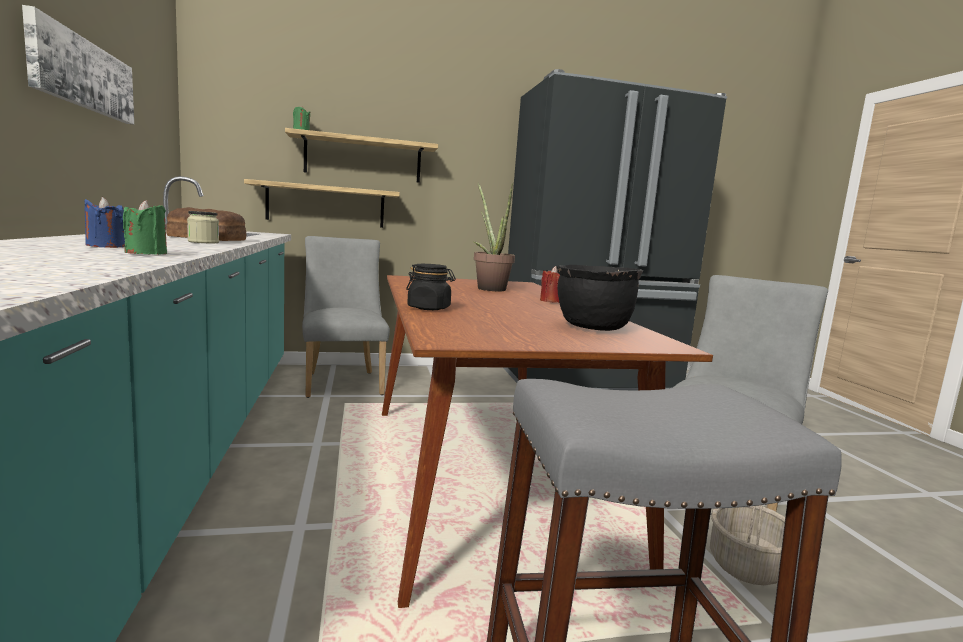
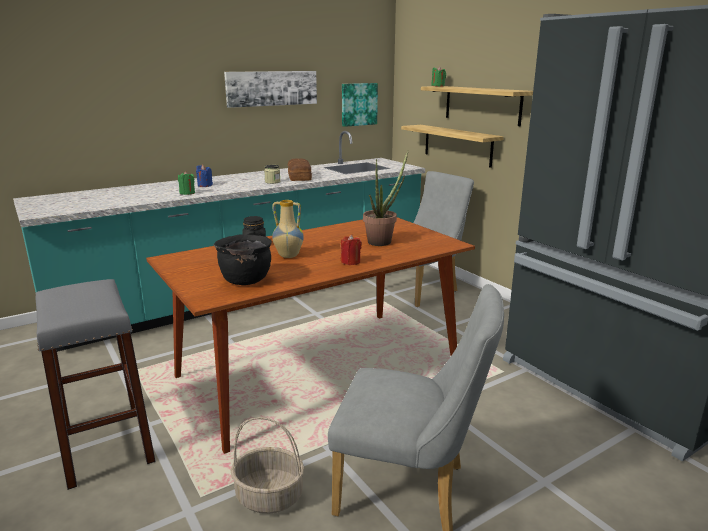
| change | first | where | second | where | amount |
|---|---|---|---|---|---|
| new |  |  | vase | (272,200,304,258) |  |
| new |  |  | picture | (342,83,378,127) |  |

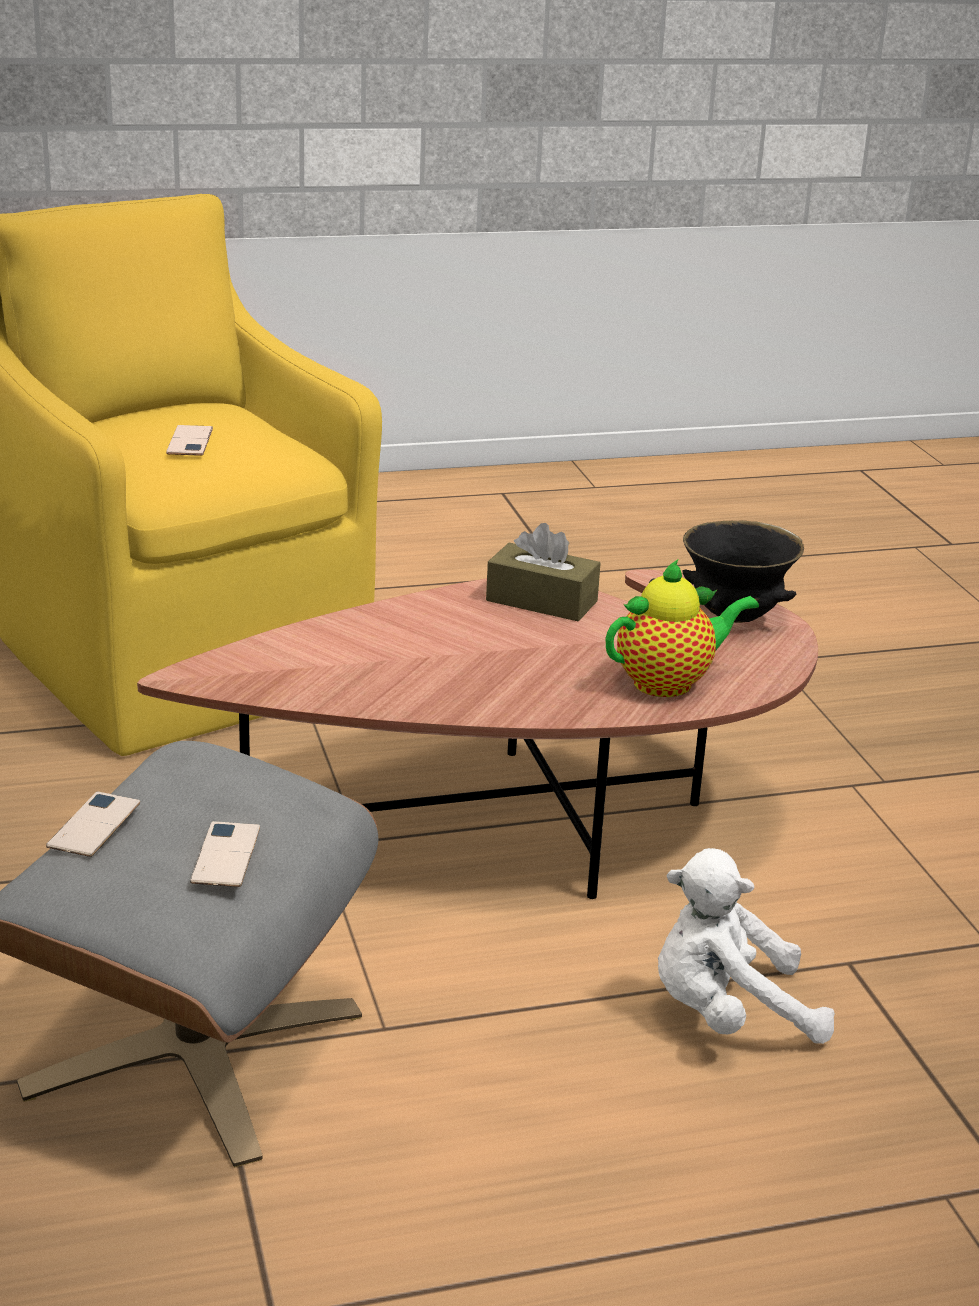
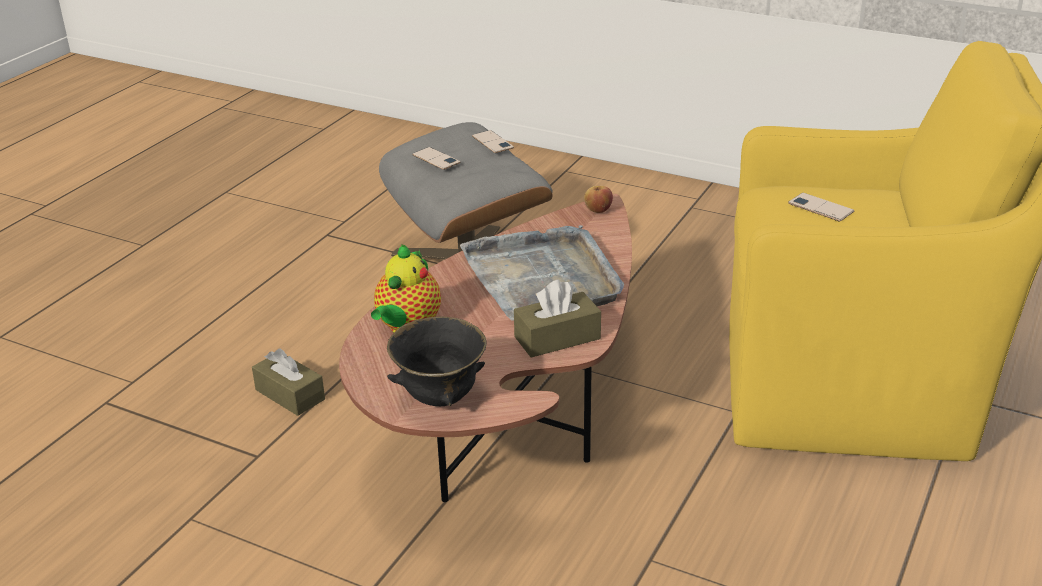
| change | first | where | second | where | amount |
|---|---|---|---|---|---|
| swapped | plush toy (white) | (658,848,835,1044) | tissue box (brown) | (252,348,325,416) |  |
| new |  |  | tray (grey) | (460,225,624,321) |  |
| new |  |  | apple | (584,186,613,213) |  |

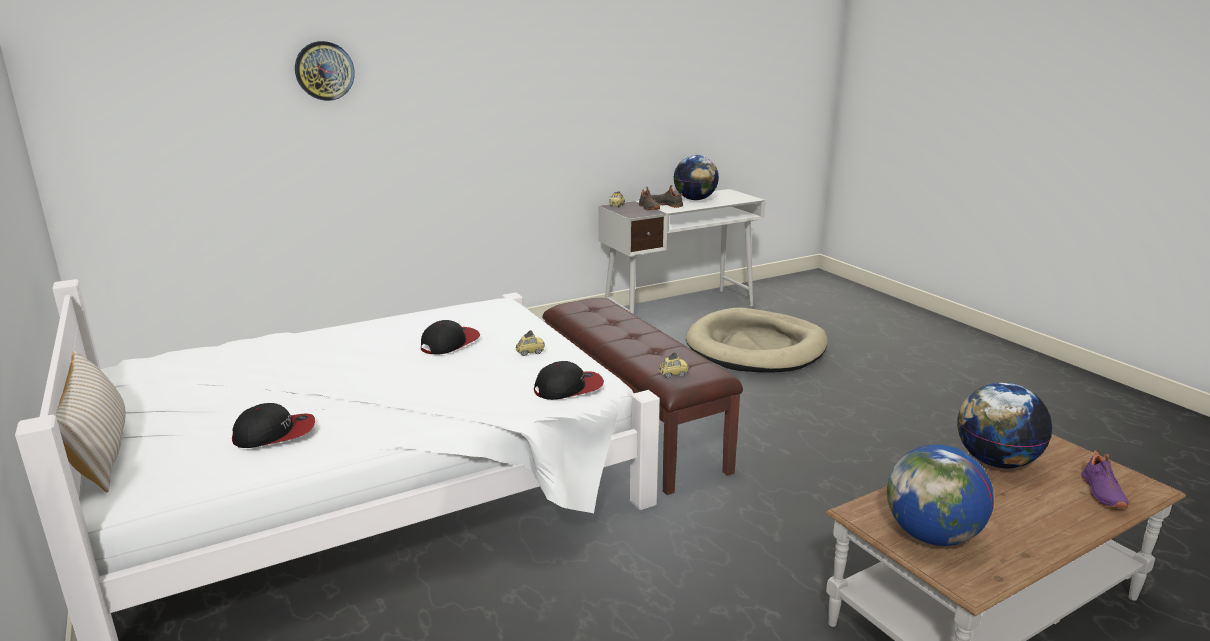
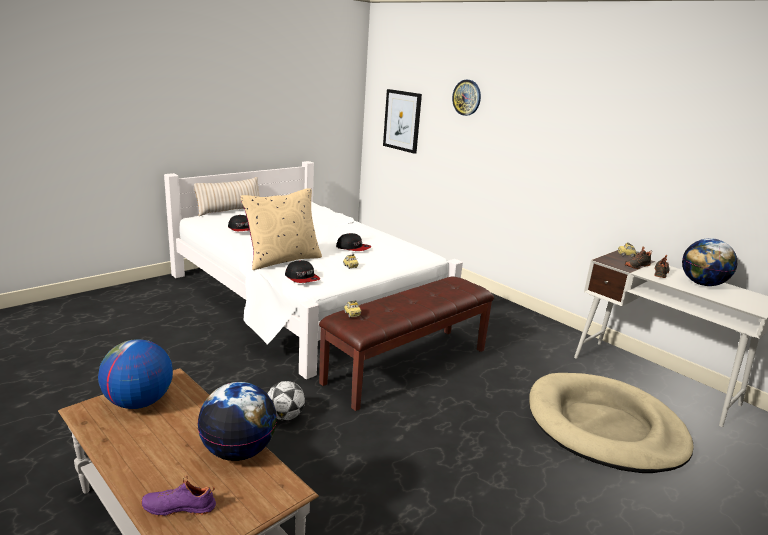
| change | first | where | second | where | amount |
|---|---|---|---|---|---|
| new |  |  | pillow (beige) | (240,188,322,270) |  |
| new |  |  | football | (268,381,305,420) |  |
| new |  |  | picture | (383,89,422,154) |  |

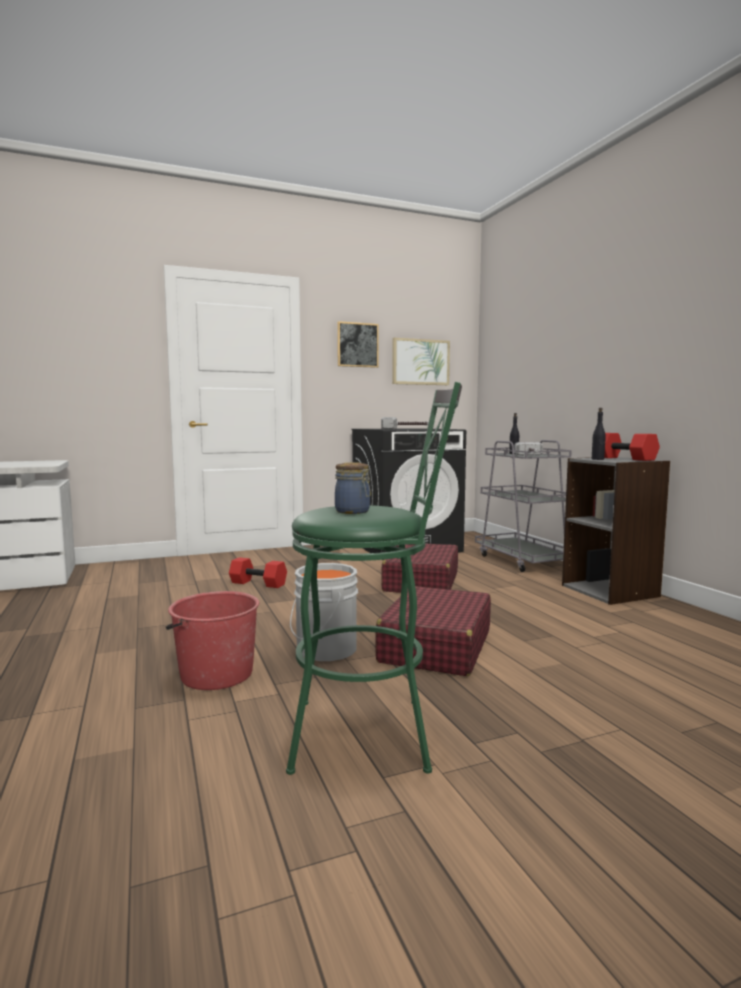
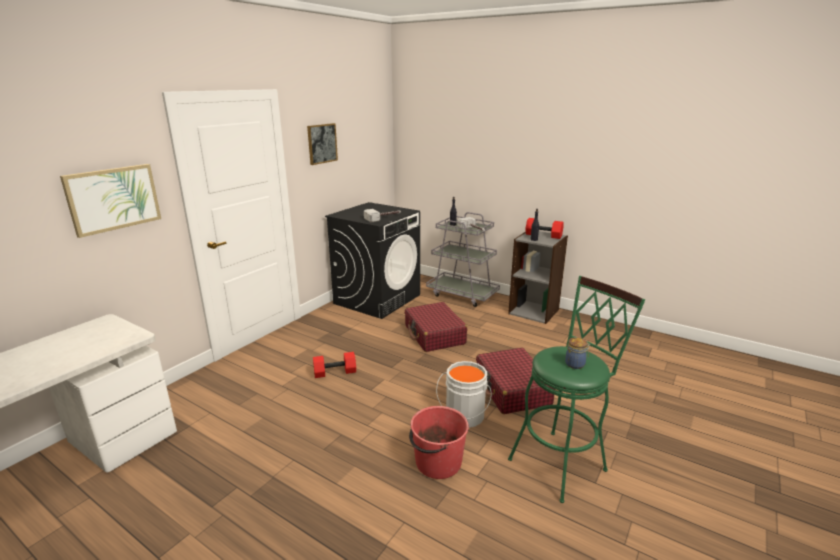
| change | first | where | second | where | amount |
|---|---|---|---|---|---|
| shifted | picture | (392,338,450,385) |  | (60,164,161,238) |  |

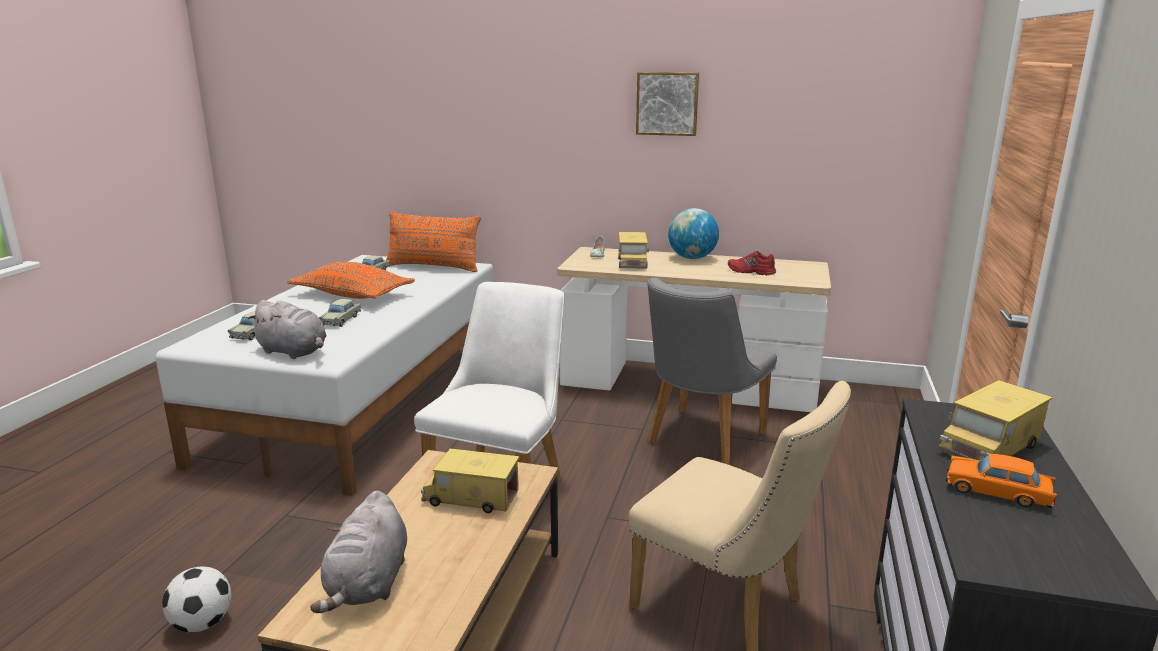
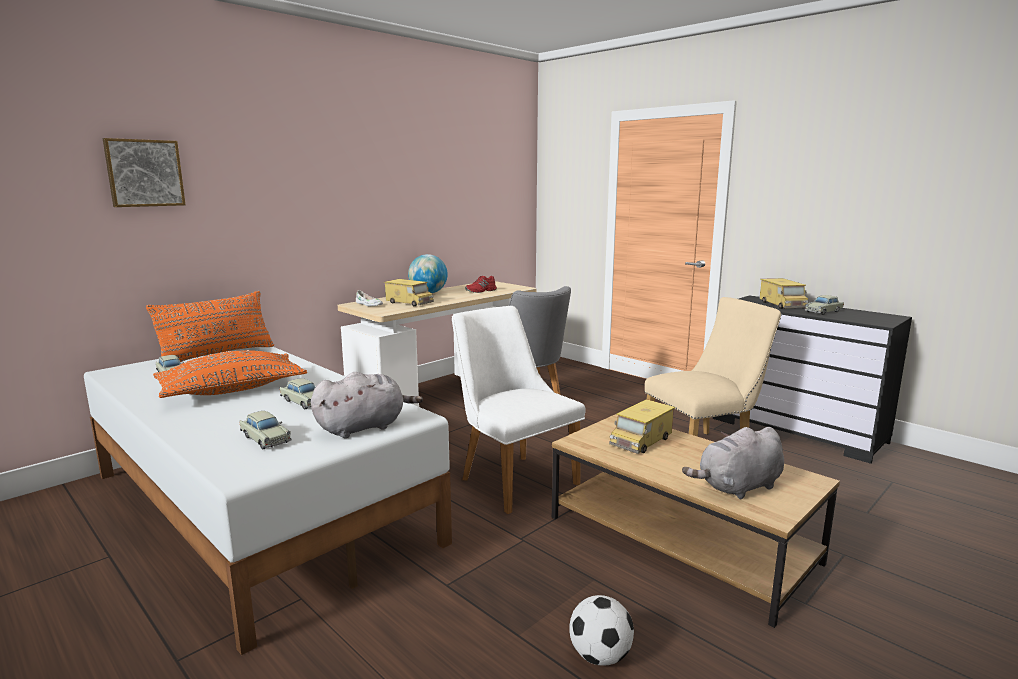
| change | first | where | second | where | amount |
|---|---|---|---|---|---|
| shifted | picture | (636,72,699,136) |  | (103,138,186,207) |  |
| rotated | plush toy (grey) | (310,491,407,613) |  | (682,427,784,499) | 120 degrees clockwise |
| repainted | toy car (orange) | (946,454,1057,509) | toy car (beige) | (805,295,844,315) |  |

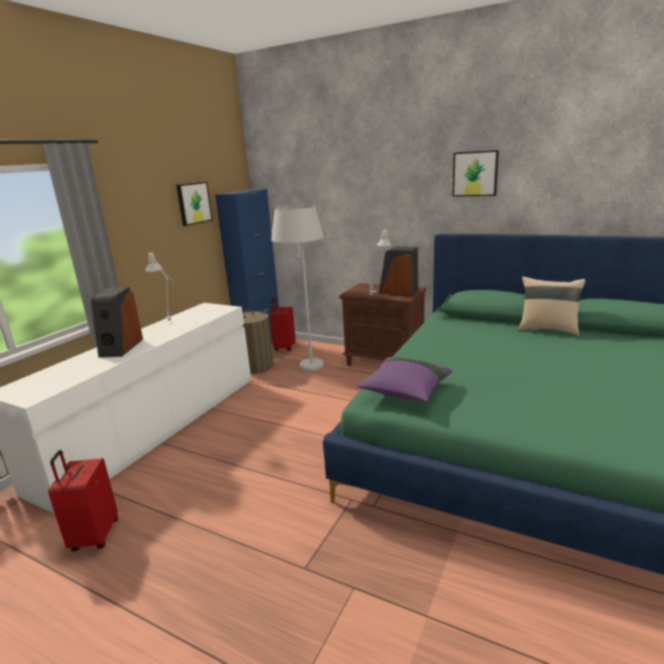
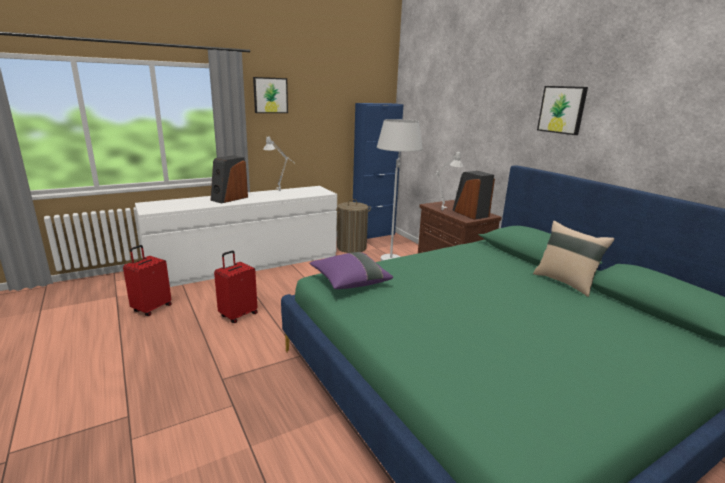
| change | first | where | second | where | amount |
|---|---|---|---|---|---|
| shifted | suitcase (red) | (270,298,295,351) |  | (214,251,257,323) |  |
| shifted | picture | (176,182,213,226) |  | (253,77,288,113) |  |

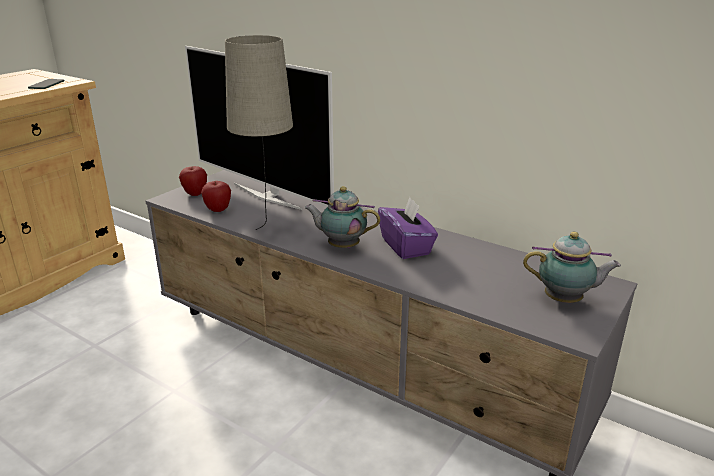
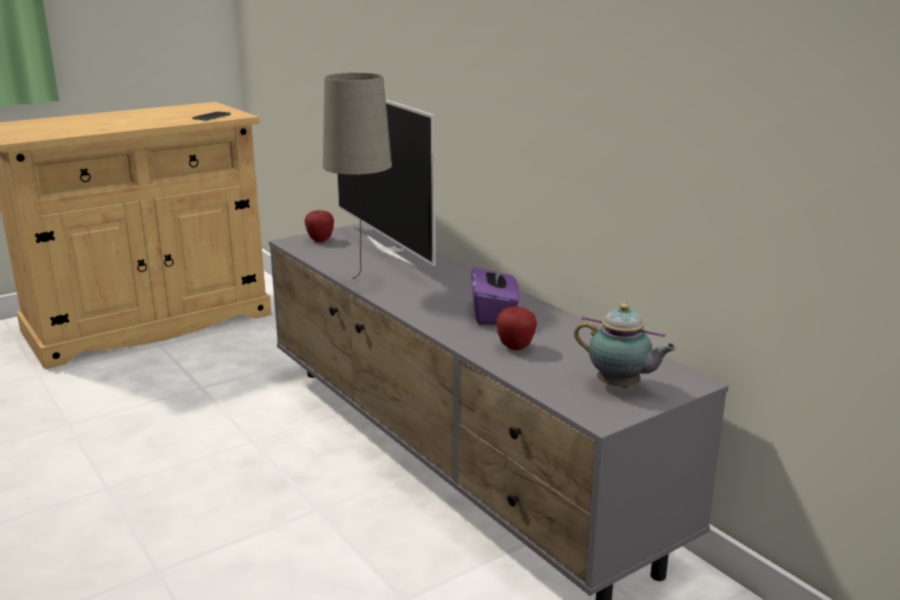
| change | first | where | second | where | amount |
|---|---|---|---|---|---|
| shifted | apple | (201,181,231,212) |  | (496,306,537,350) |  |
| gone | teapot | (305,186,380,248) |  |  |  |

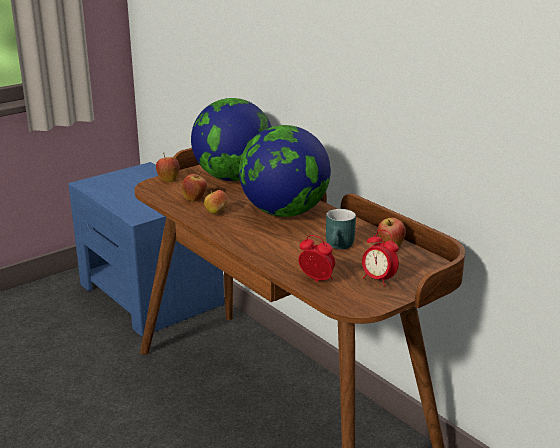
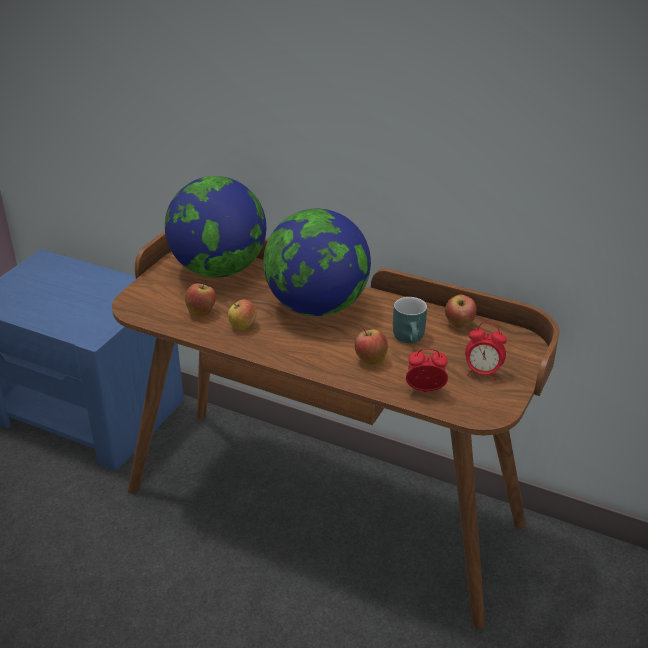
| change | first | where | second | where | amount |
|---|---|---|---|---|---|
| shifted | apple | (156,153,180,182) |  | (355,327,388,365) |  |

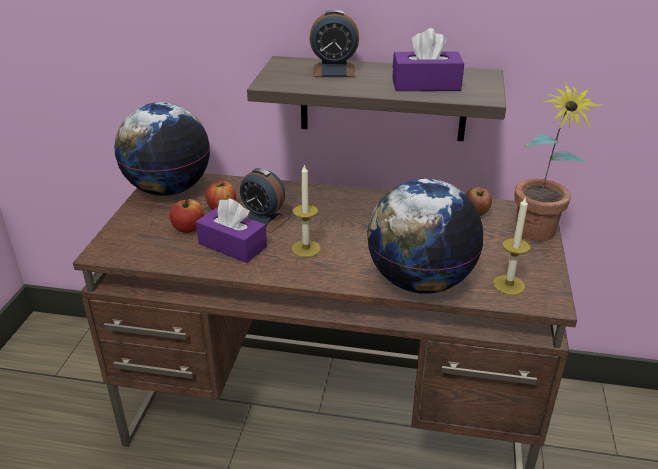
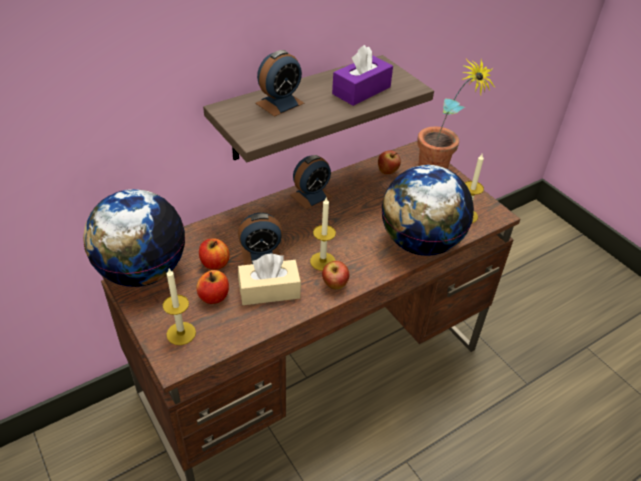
| change | first | where | second | where | amount |
|---|---|---|---|---|---|
| new |  |  | candle | (163,269,196,345) |  |
| repainted | tissue box (purple) | (196,198,267,263) | tissue box (beige) | (238,253,301,305) |  |
| new |  |  | alarm clock | (291,155,332,209) |  |
| new |  |  | apple | (322,261,349,289) |  |

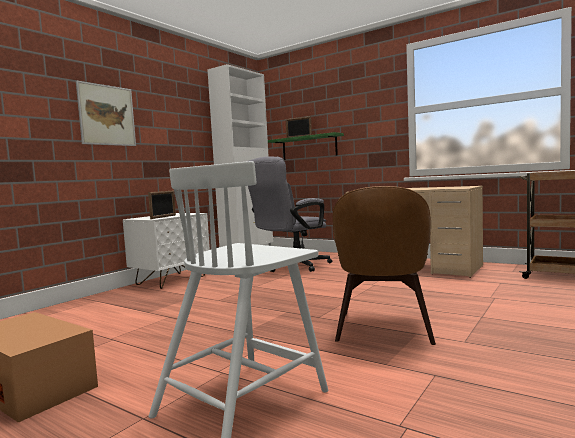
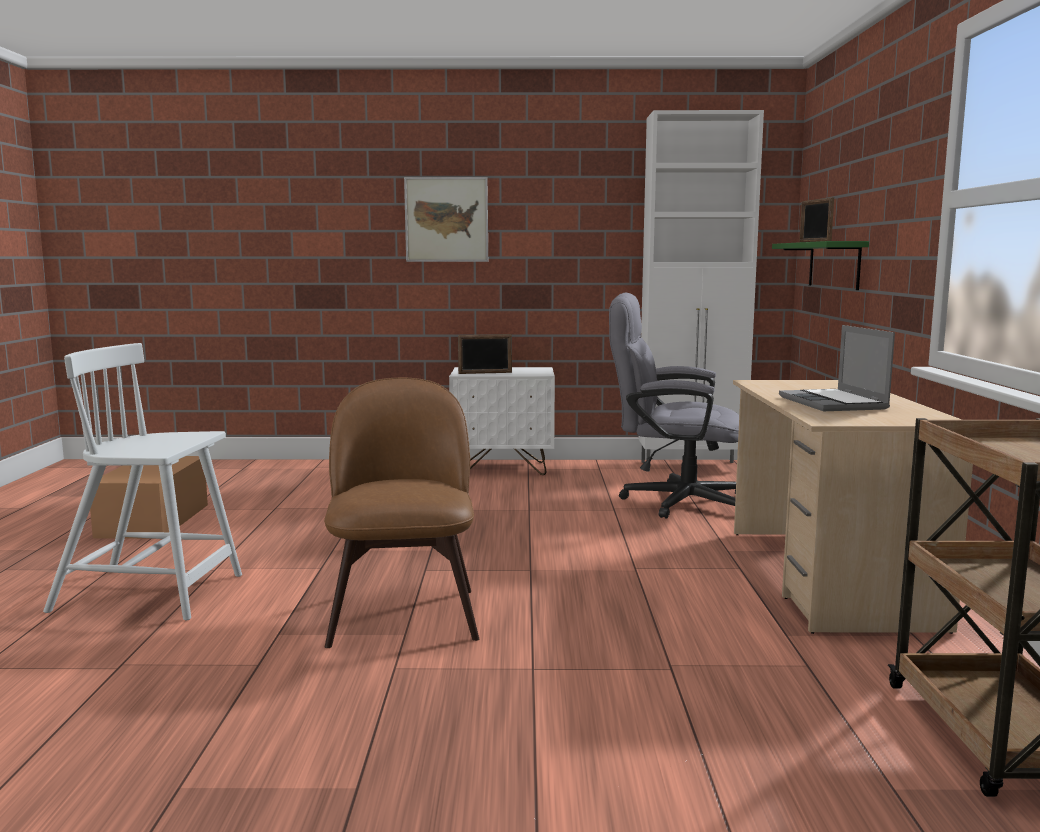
| change | first | where | second | where | amount |
|---|---|---|---|---|---|
| rotated | chair (brown) | (333,186,436,345) |  | (324,378,479,648) | 105 degrees clockwise |
| new |  |  | laptop | (779,325,895,411) |  |

